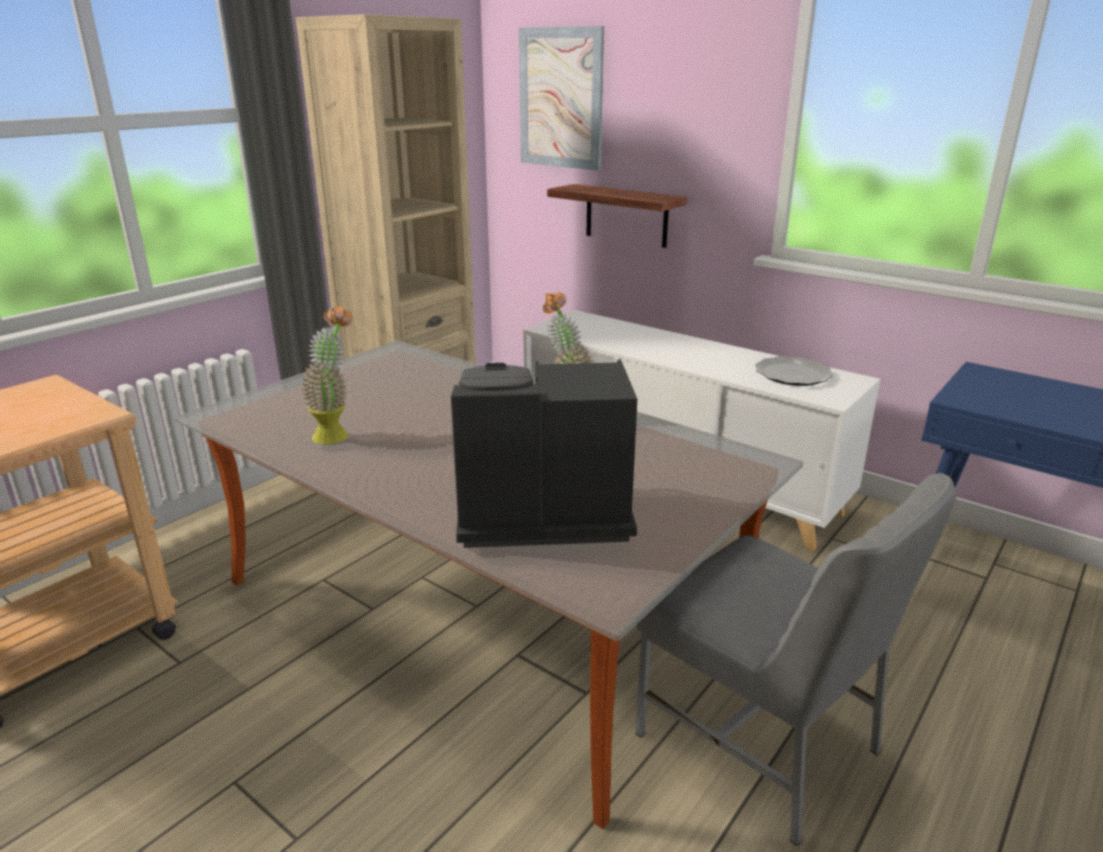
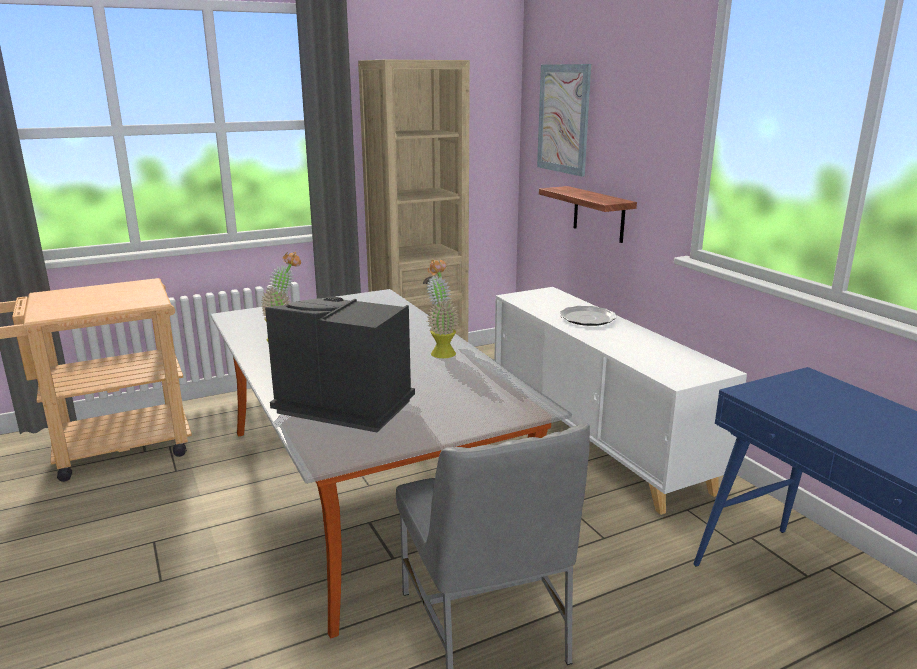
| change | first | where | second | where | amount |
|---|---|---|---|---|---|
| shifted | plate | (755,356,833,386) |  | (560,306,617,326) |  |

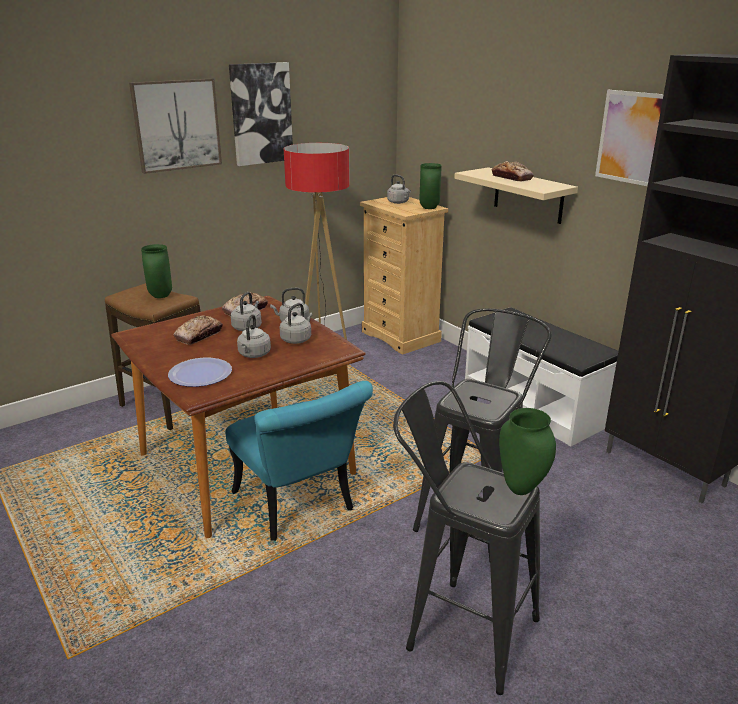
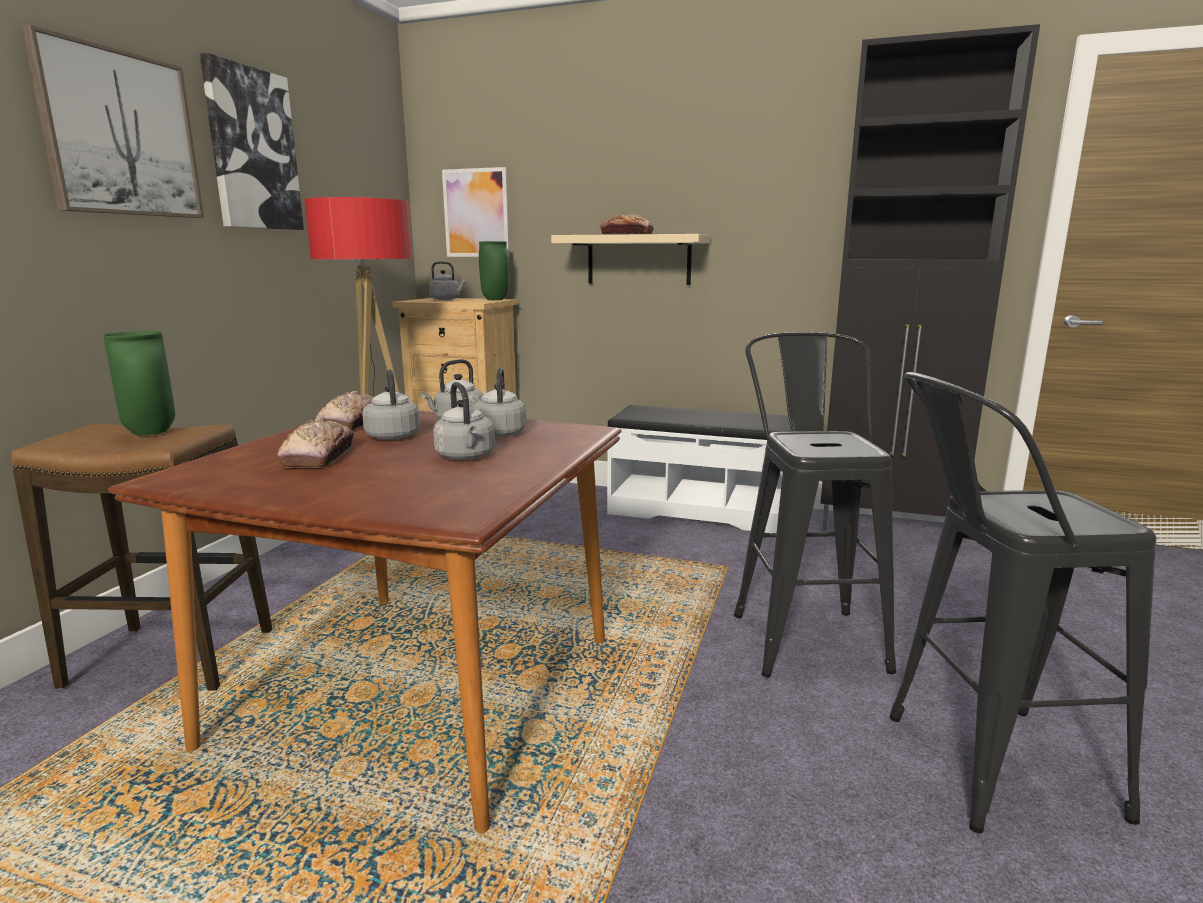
| change | first | where | second | where | amount |
|---|---|---|---|---|---|
| shifted | picture | (595,90,664,186) |  | (442,167,510,257) |  |
| gone | plate | (168,358,232,387) |  |  |  |
| gone | chair (turquoise) | (225,381,373,541) |  |  |  |
| gone | vase (green) | (499,408,556,495) |  |  |  |

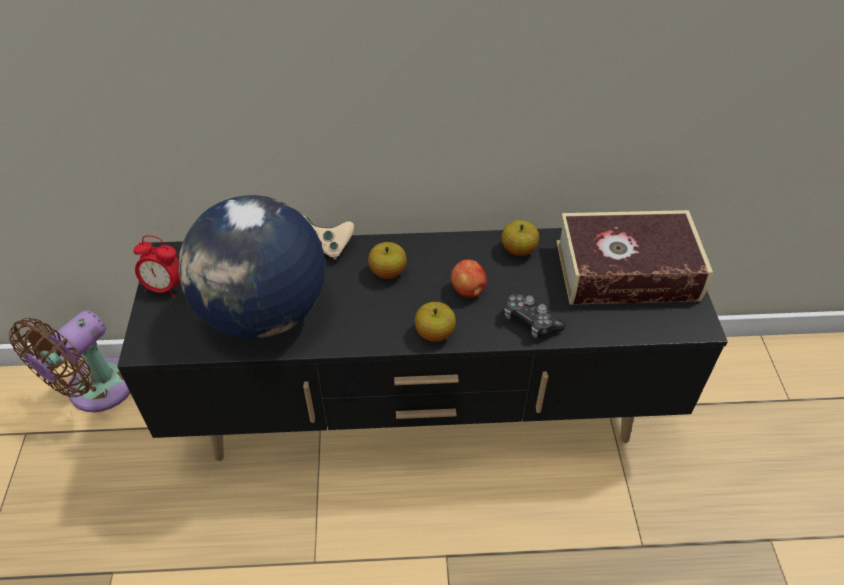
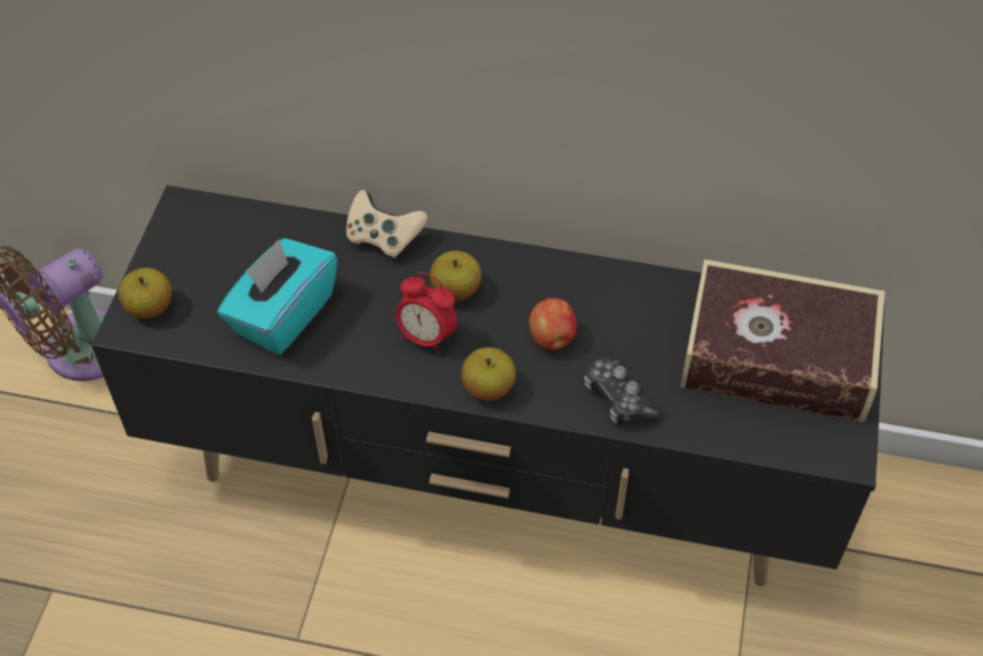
| change | first | where | second | where | amount |
|---|---|---|---|---|---|
| shifted | apple | (502,220,539,256) |  | (118,268,172,319) |  |
| swapped | globe | (178,195,325,339) | tissue box (turquoise) | (217,238,338,355) |  |
| shifted | alarm clock | (133,235,180,298) |  | (395,272,457,355) |  |

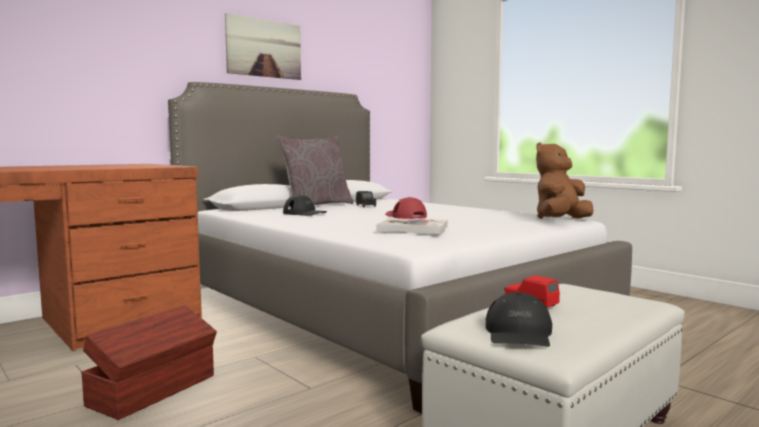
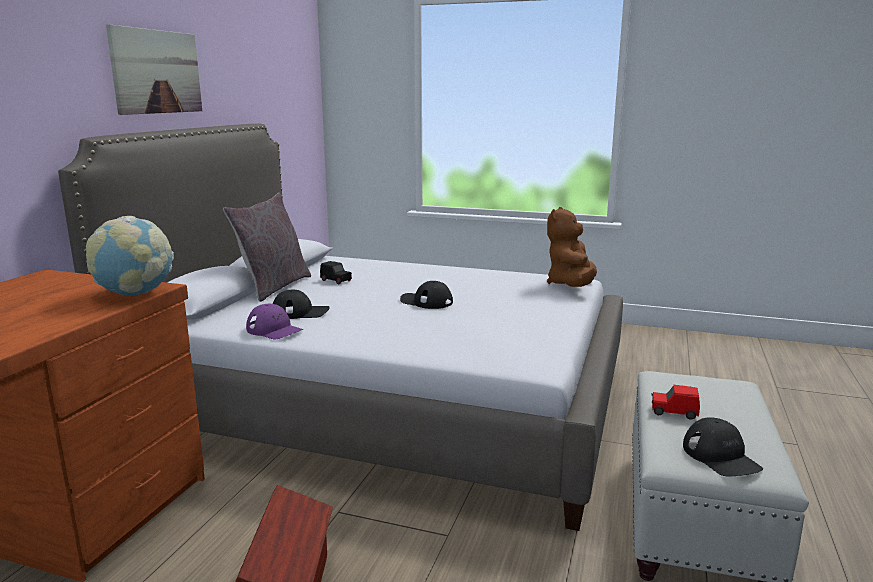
| change | first | where | second | where | amount |
|---|---|---|---|---|---|
| new |  |  | globe | (86,216,174,295) |  |
| new |  |  | cap (purple) | (246,304,303,339) |  |
| repainted | cap (red) | (385,197,427,219) | cap (black) | (400,281,453,309) |  |
| gone | book | (376,218,448,234) |  |  |  |

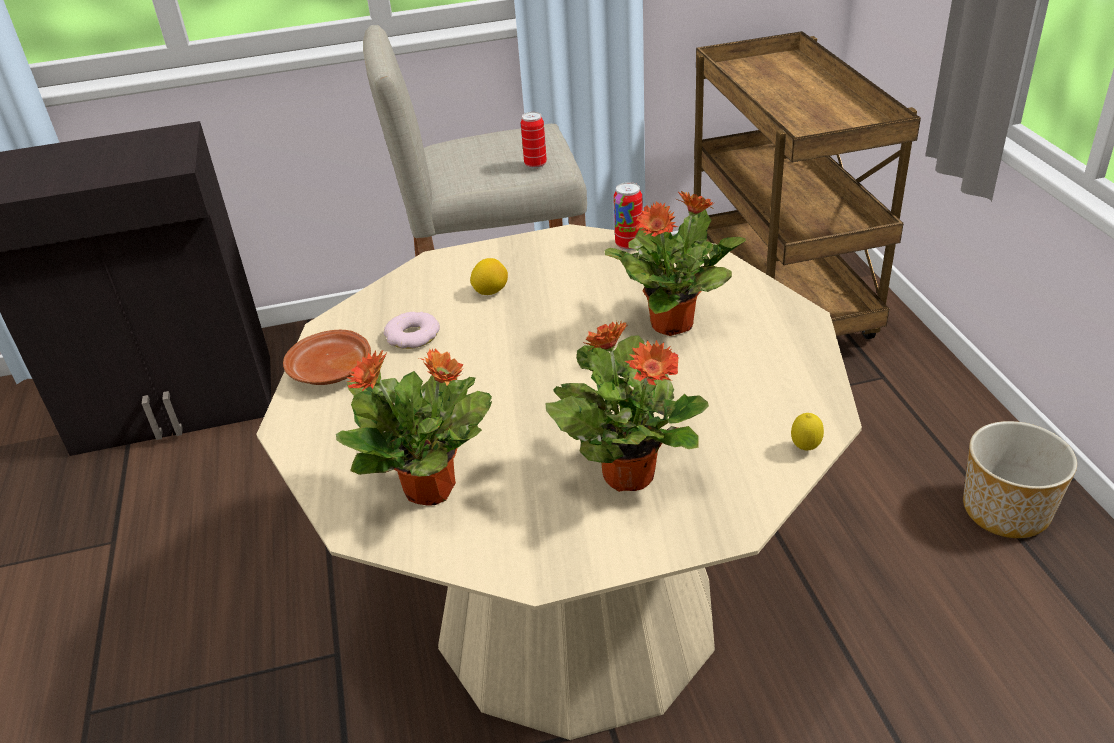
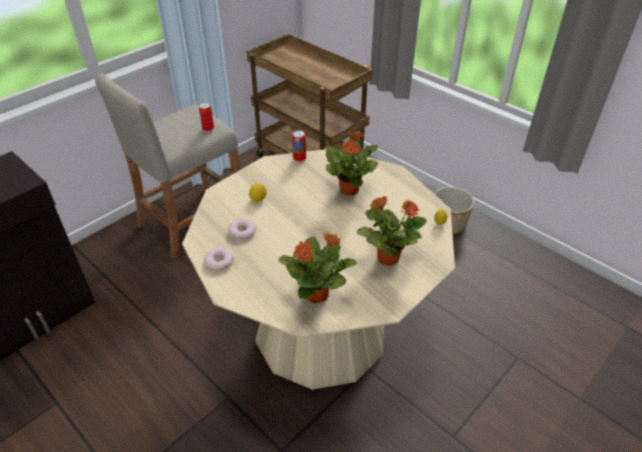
| change | first | where | second | where | amount |
|---|---|---|---|---|---|
| swapped | plate (brown) | (283,330,371,385) | donut | (204,248,234,270) |  |

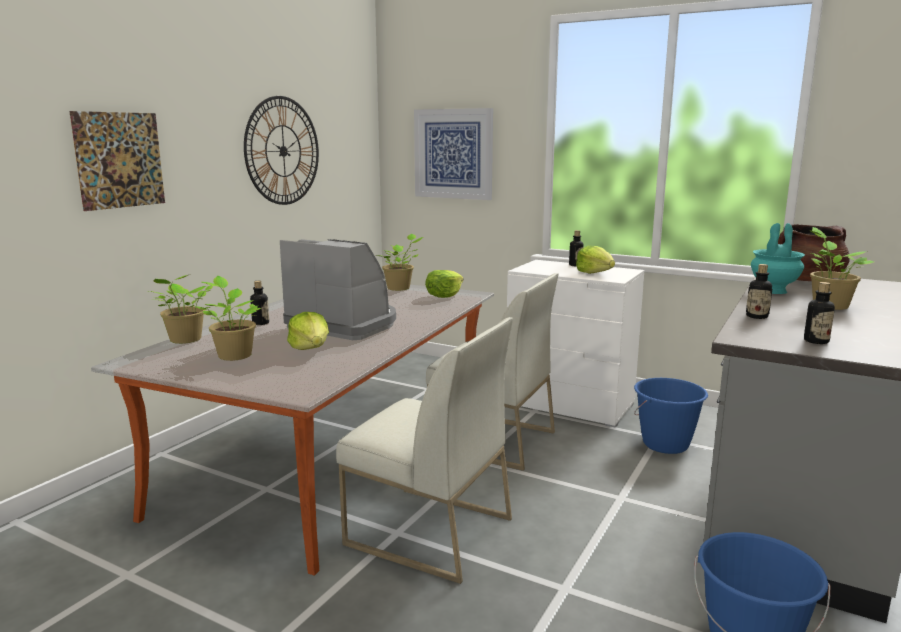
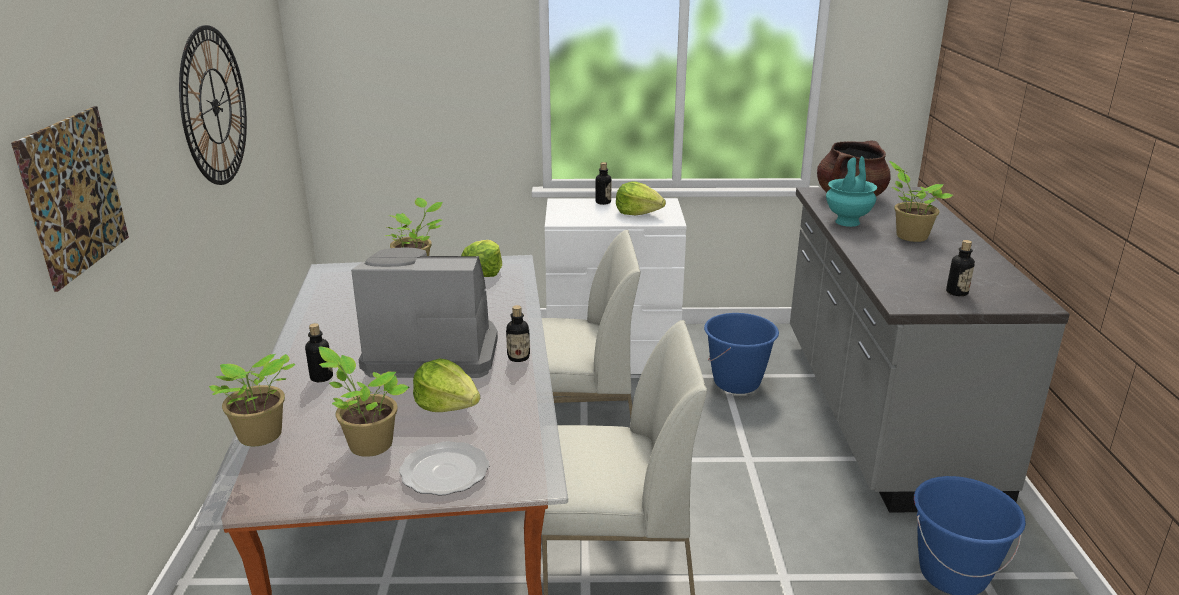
| change | first | where | second | where | amount |
|---|---|---|---|---|---|
| new |  |  | plate | (399,441,489,496) |  |
| shifted | bottle | (746,264,772,319) |  | (506,305,530,362) |  |
| gone | picture | (414,108,493,200) |  |  |  |

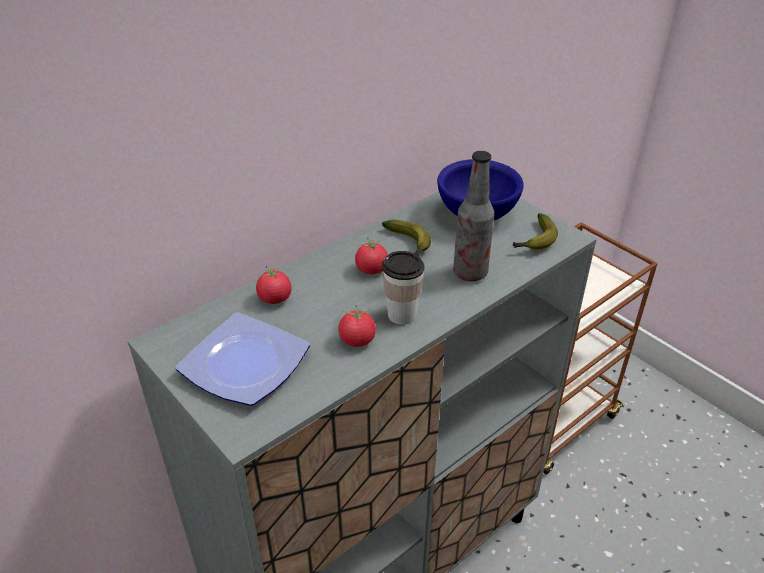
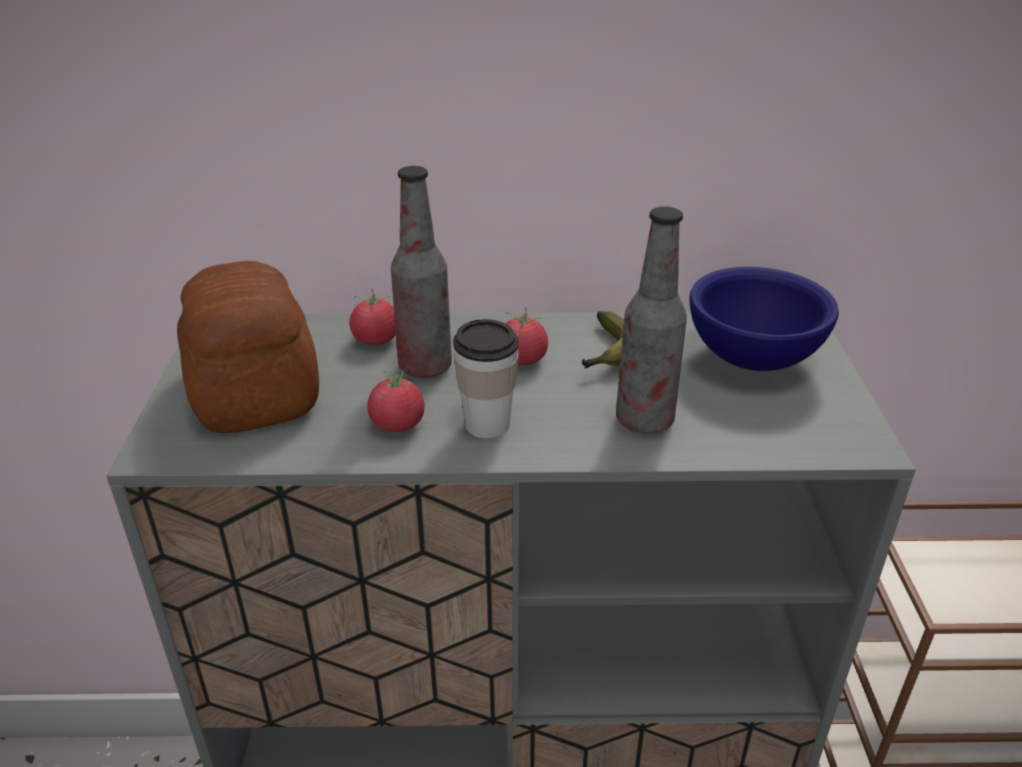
| change | first | where | second | where | amount |
|---|---|---|---|---|---|
| swapped | plate | (175,312,310,406) | bread | (177,261,319,434) |  |
| new |  |  | bottle | (391,166,452,378) |  |
| gone | banana | (513,213,558,250) |  |  |  |

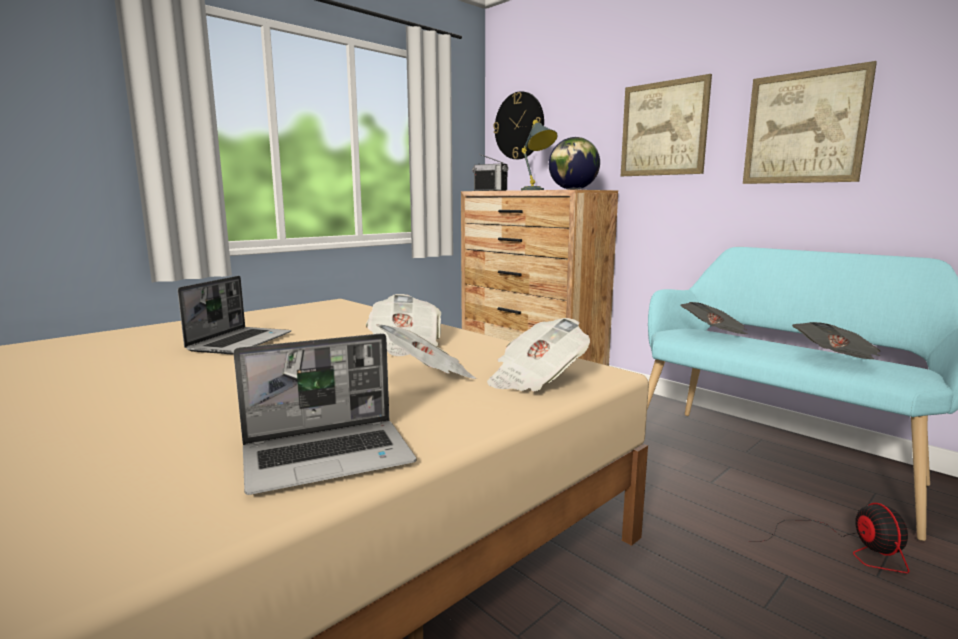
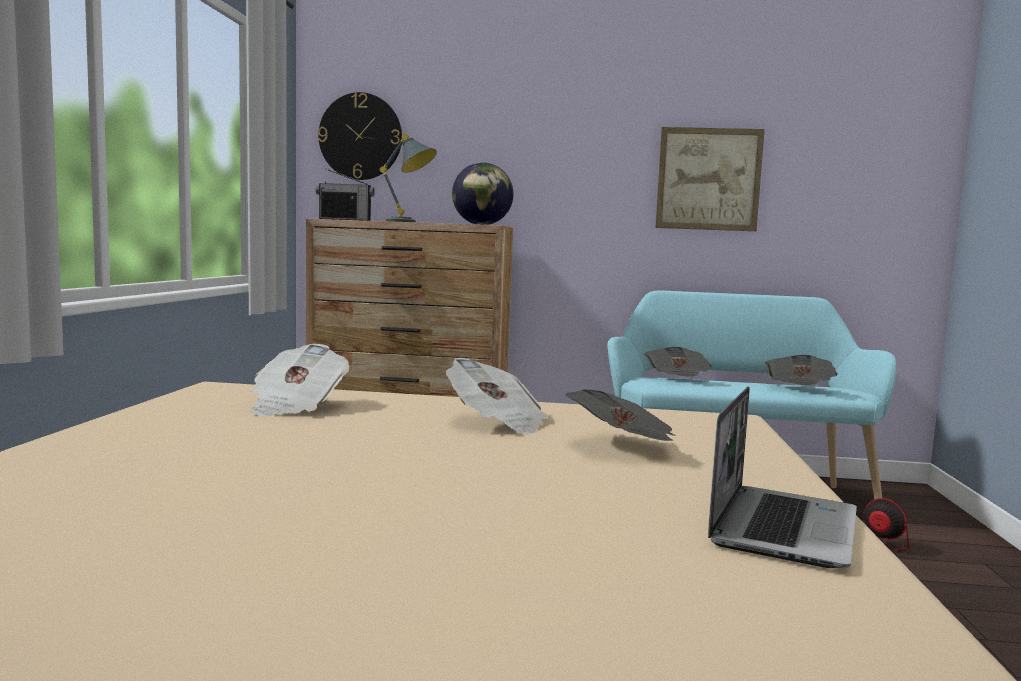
| change | first | where | second | where | amount |
|---|---|---|---|---|---|
| shifted | newspaper | (487,318,590,392) |  | (250,344,350,416) |  |
| gone | laptop | (178,276,291,354) |  |  |  |
| gone | picture | (621,74,712,176) |  |  |  |

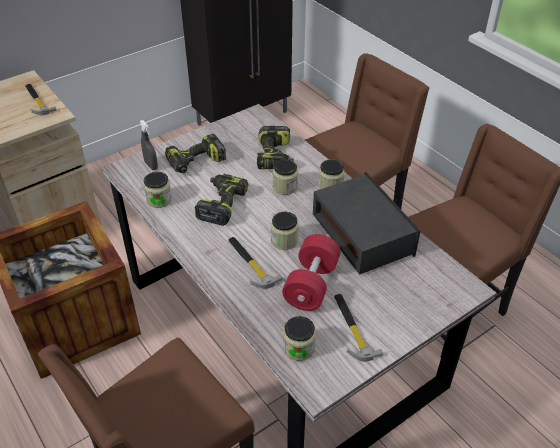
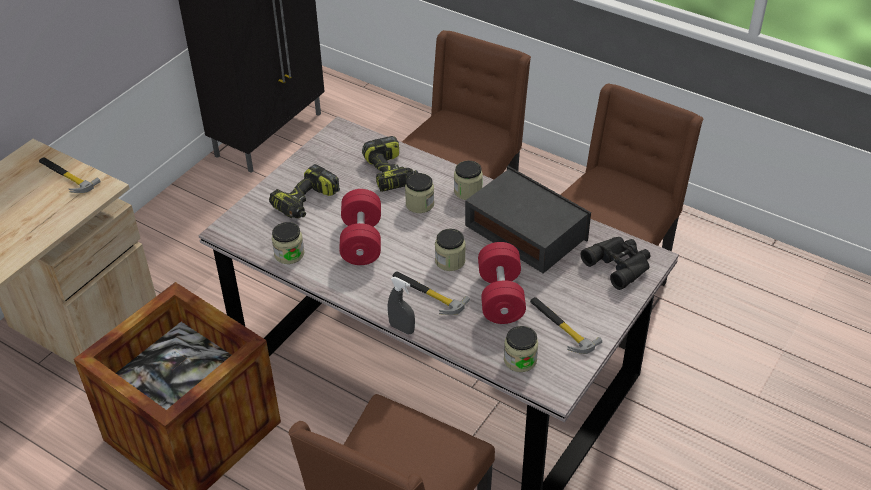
| change | first | where | second | where | amount |
|---|---|---|---|---|---|
| swapped | power drill | (195,174,248,226) | dumbbell (red) | (339,189,381,265) |  |
| shifted | spray bottle (grey) | (140,120,158,170) |  | (388,277,415,335) |  |
| new |  |  | binoculars (black) | (581,237,651,290) |  |

